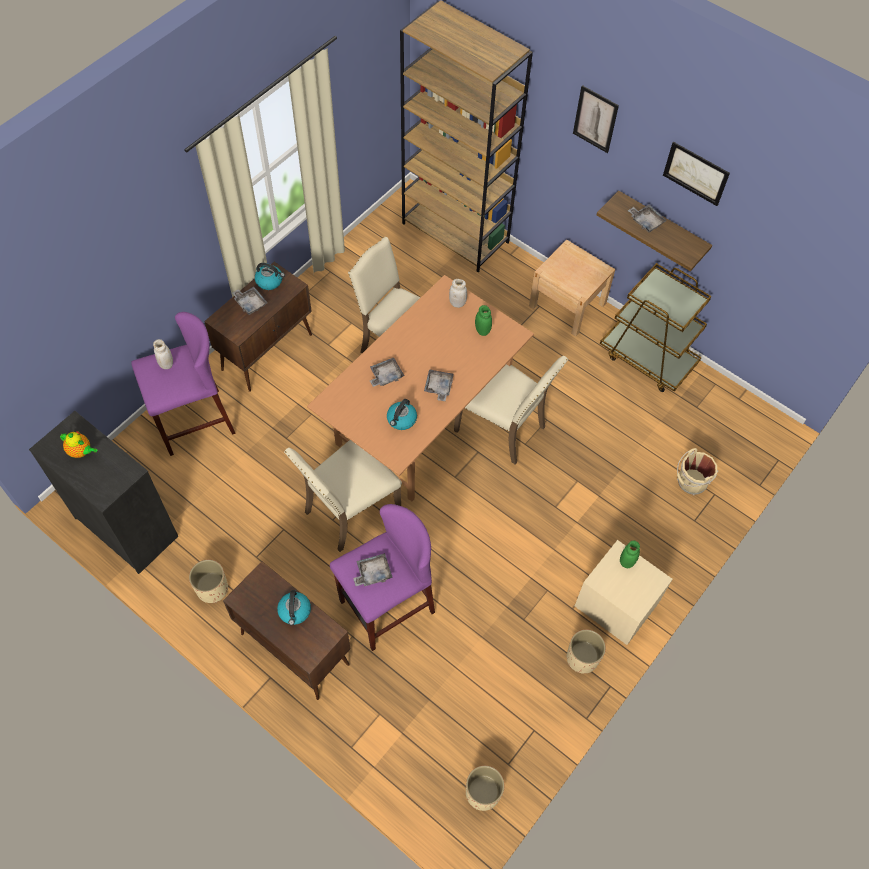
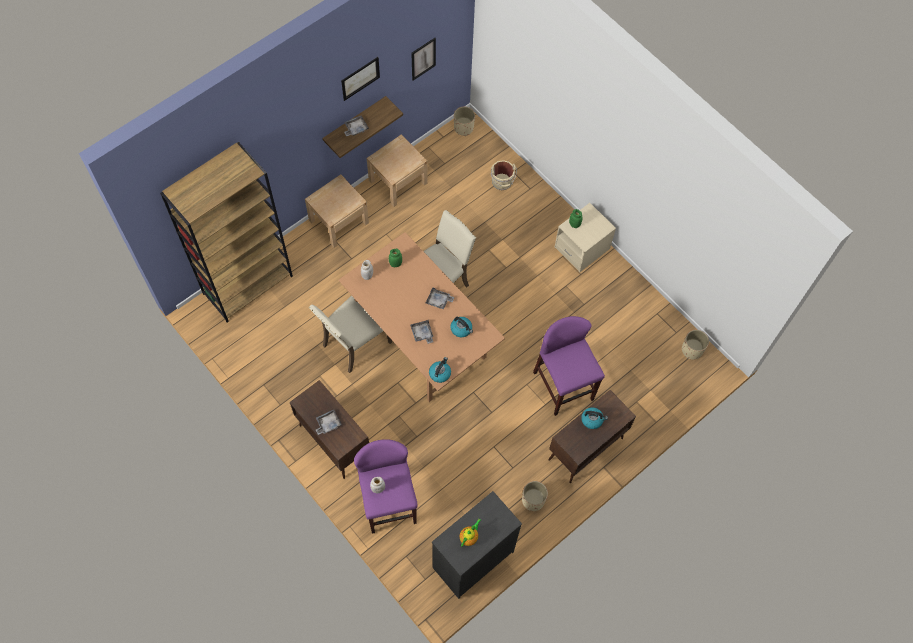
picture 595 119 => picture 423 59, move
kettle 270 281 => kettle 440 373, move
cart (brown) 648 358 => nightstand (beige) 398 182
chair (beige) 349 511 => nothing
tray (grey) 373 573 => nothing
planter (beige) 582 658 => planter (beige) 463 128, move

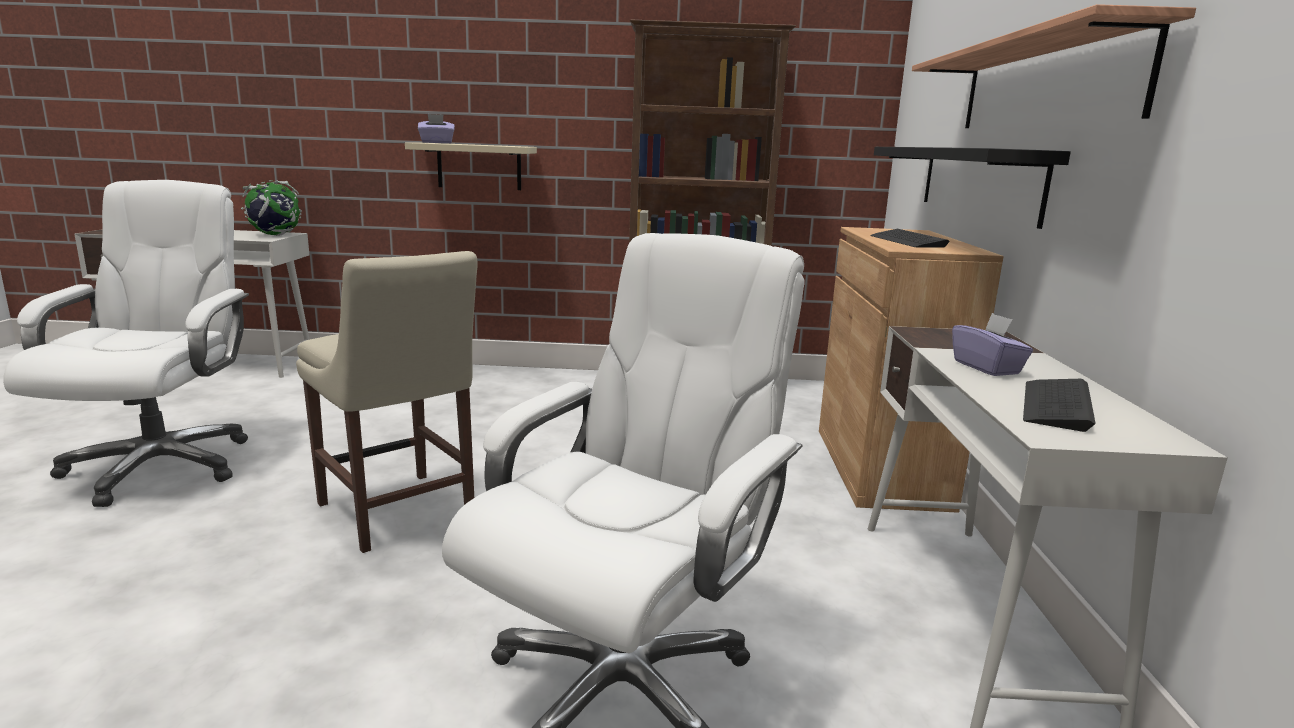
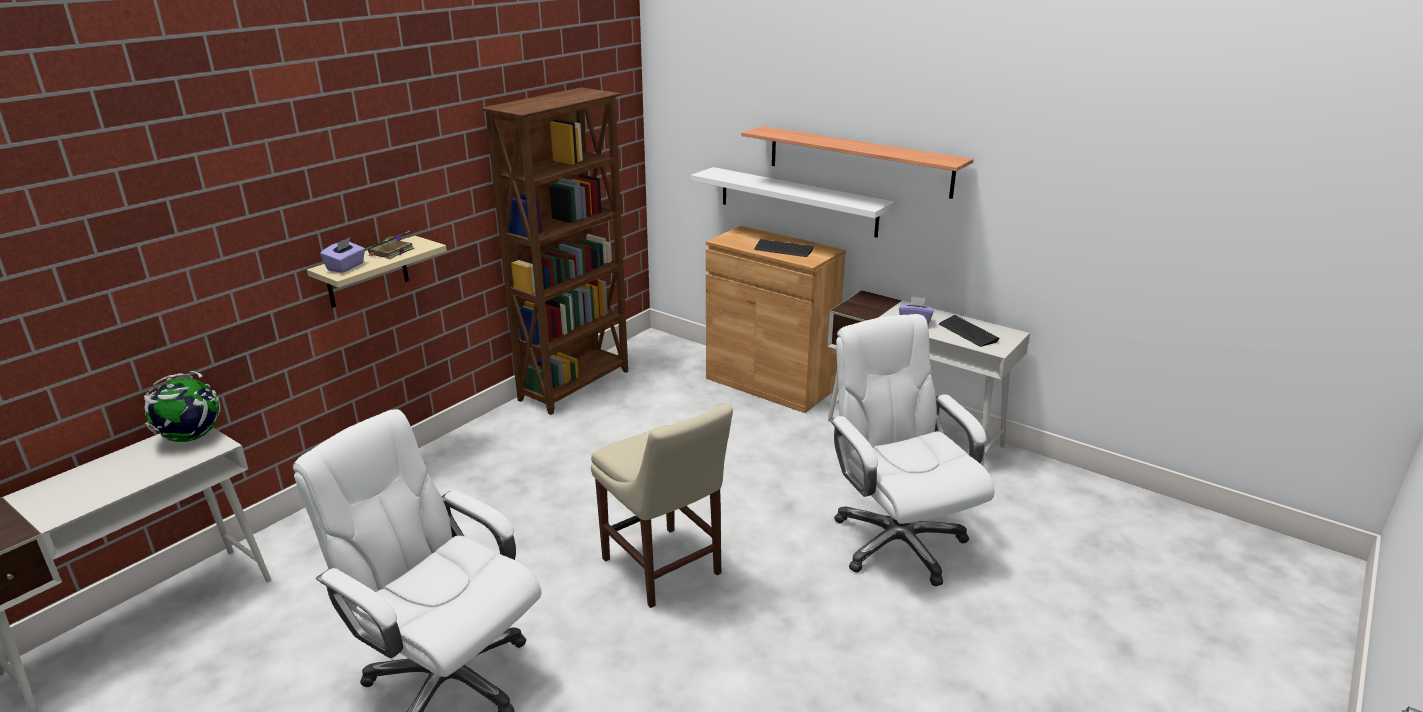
shelf (black) 977 181 => shelf (white) 797 201
chair (beige) 398 514 => chair (beige) 664 569, 60 degrees clockwise
nothing => book 390 252

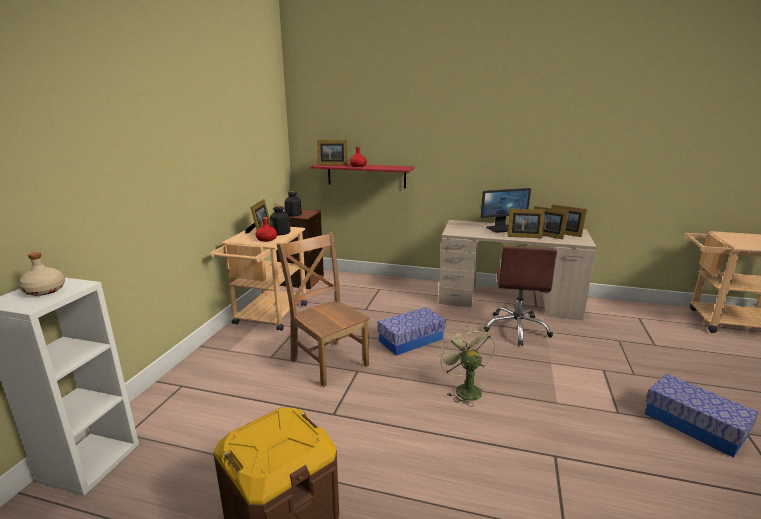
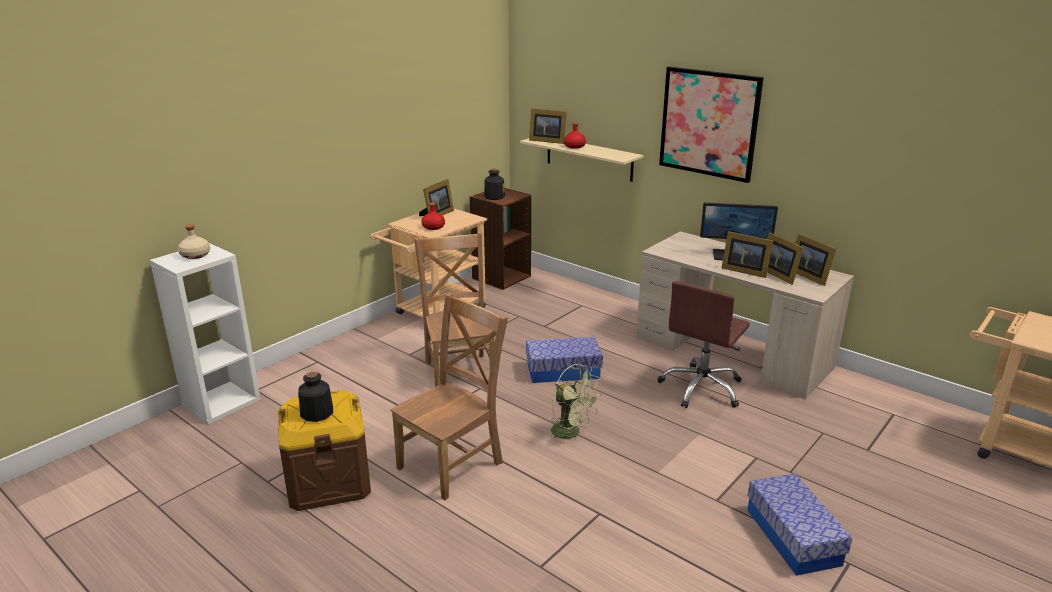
shelf (red) 366 175 => shelf (beige) 589 158
bottle 280 232 => bottle 317 413, move
fan (green) 464 389 => fan (green) 571 433, 120 degrees clockwise
nothing => picture 709 123
nothing => chair (brown) 453 463

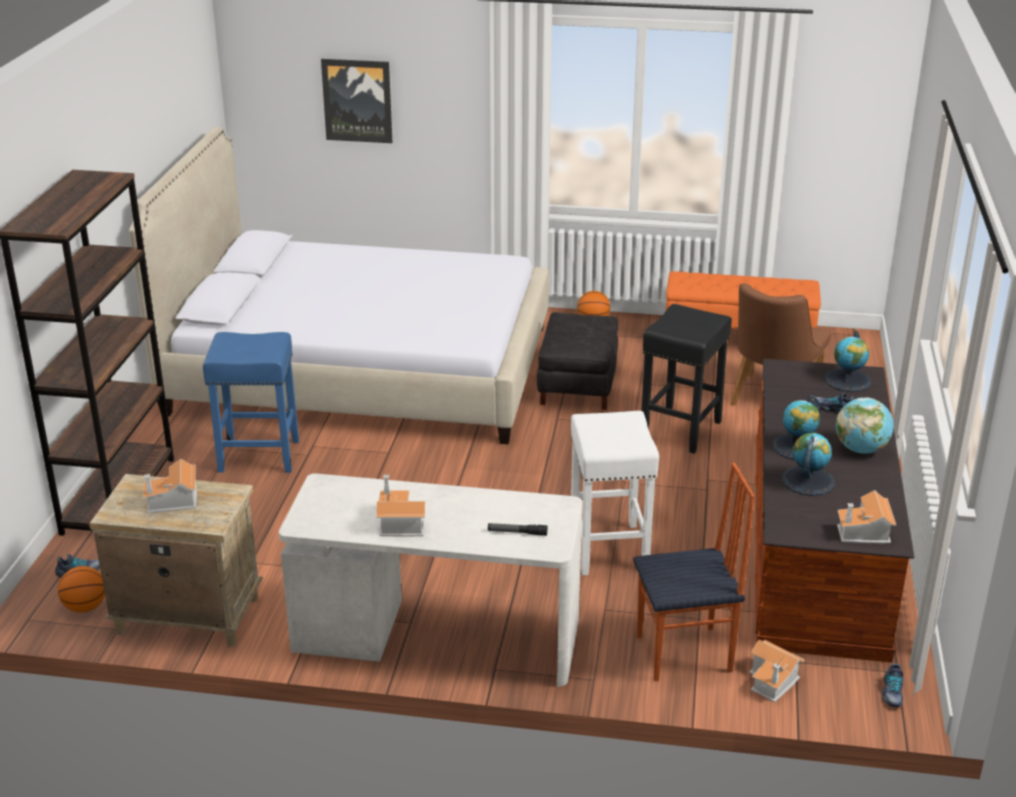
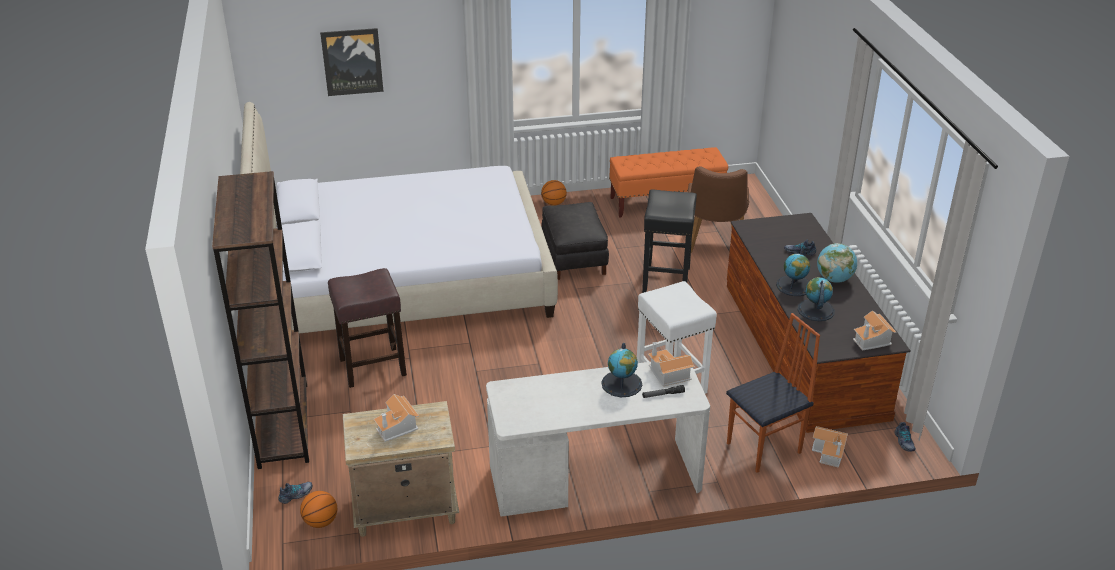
globe 848 380 => globe 622 384, move
stool (blue) 257 456 => stool (brown) 371 367
toy house 398 522 => toy house 667 373, move

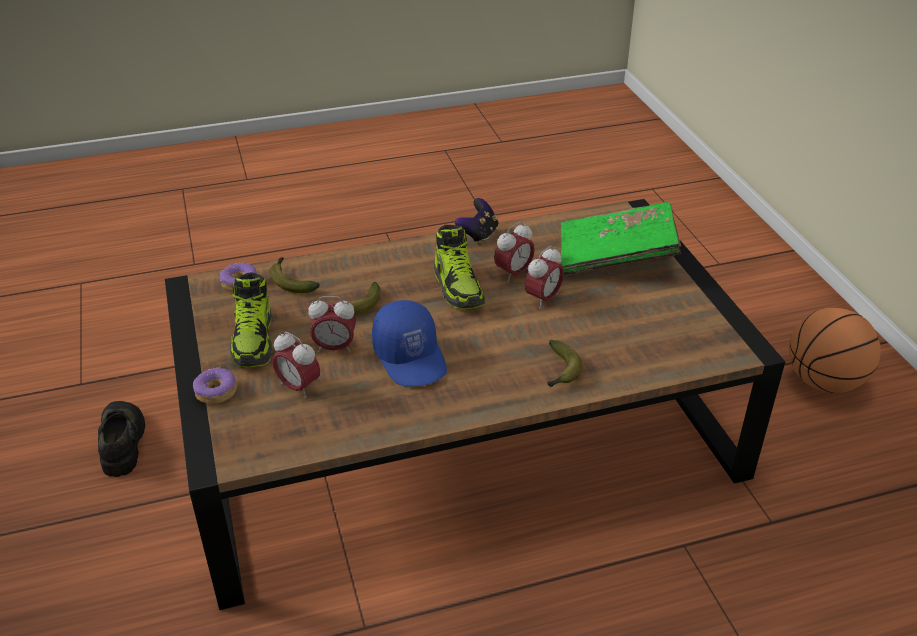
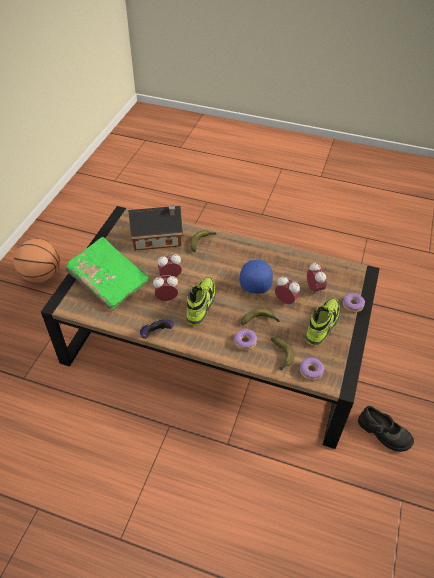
shoe (black) 123 442 => shoe (black) 383 433, 75 degrees counterclockwise
nothing => toy house 159 238
nothing => donut 245 342

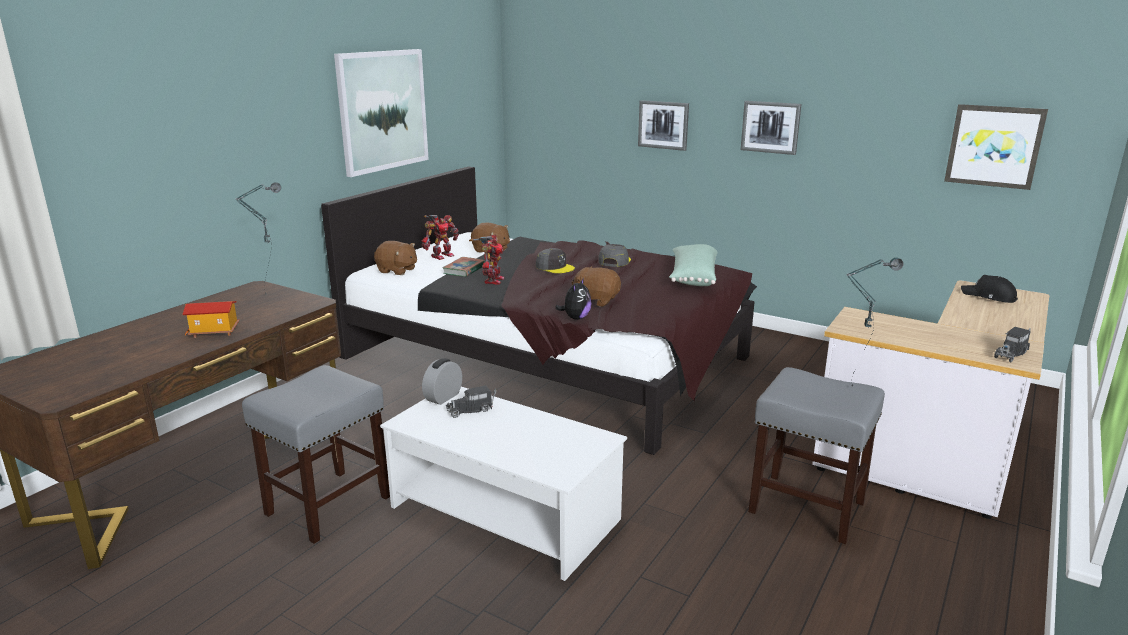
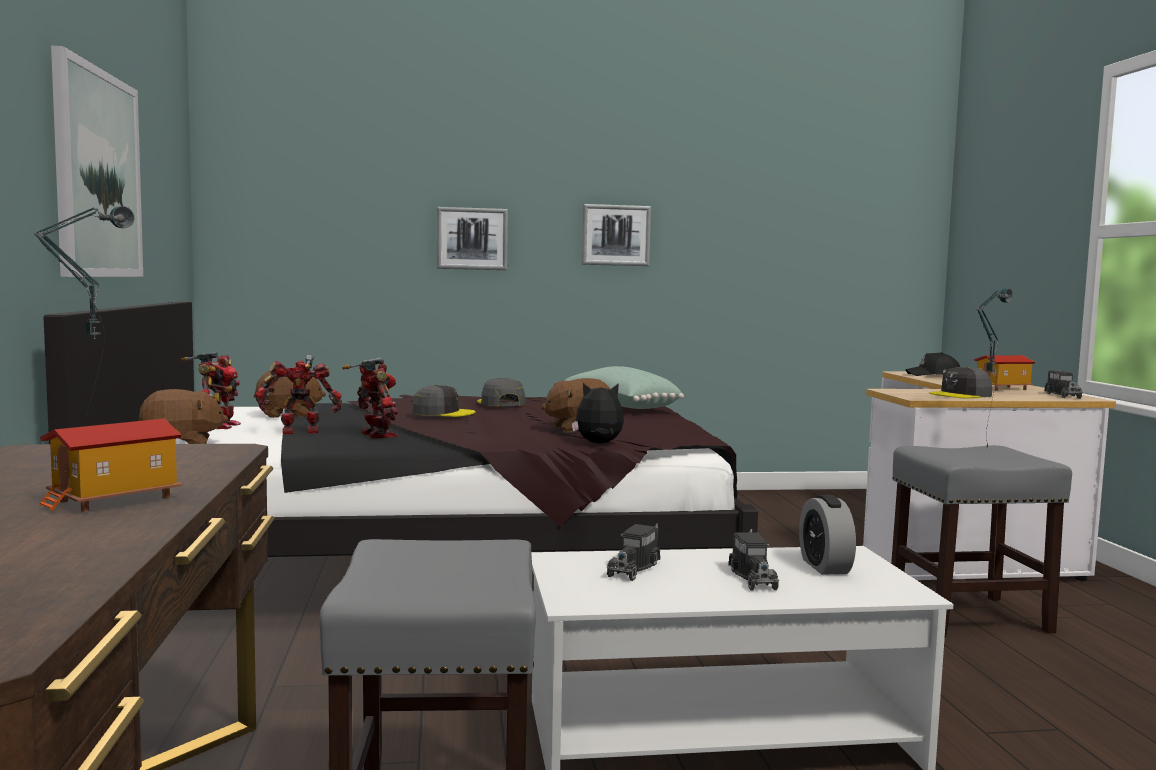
picture 994 146 => nothing
book 464 270 => toy robot 300 432
plush toy 575 318 => plush toy 599 444, 75 degrees counterclockwise
alarm clock 443 397 => alarm clock 825 566, move
nothing => toy house 1002 388
nothing => cap (grey) 961 395
nothing => toy truck 752 577

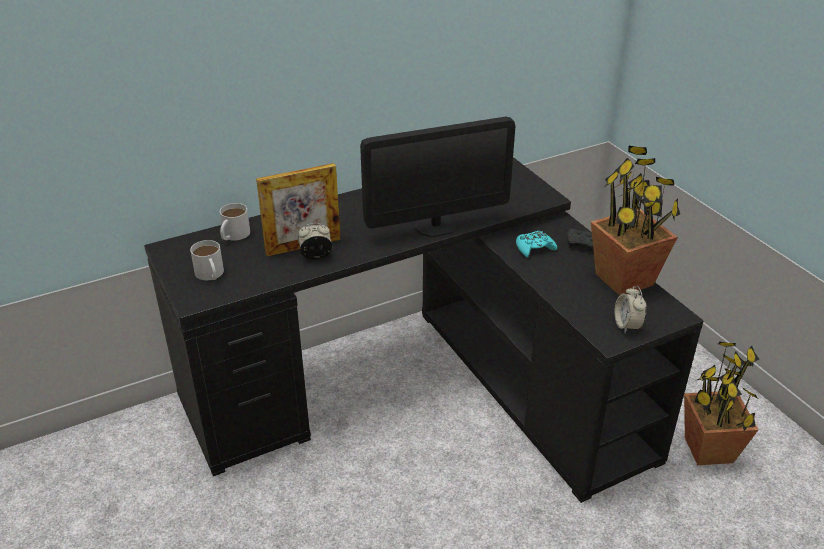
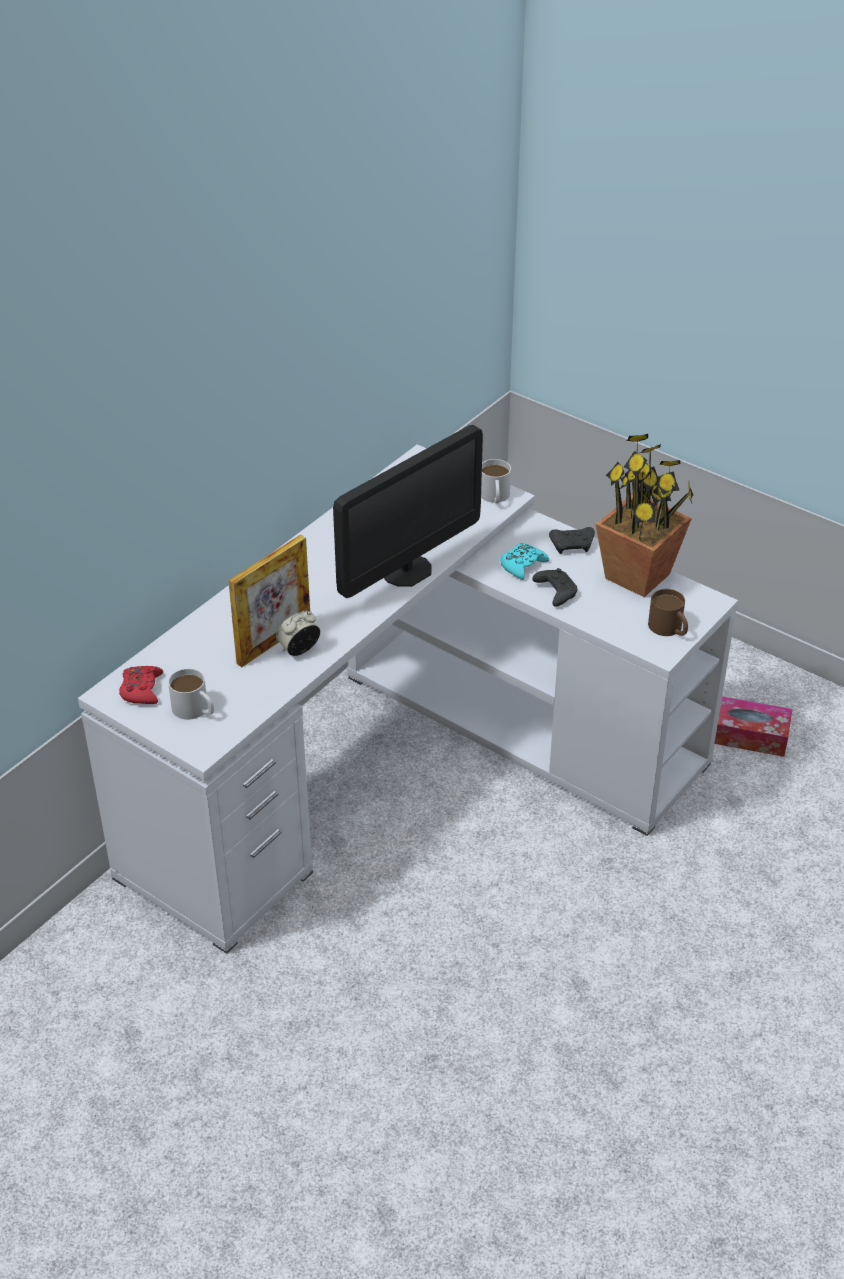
desk (black) 427 385 => desk (white) 408 763
mug (white) 233 236 => mug (white) 495 497, move
alarm clock 627 325 => mug (brown) 669 629
potted plant 709 450 => tissue box 746 735
nothing => game controller (black) 555 592
nothing => game controller (red) 141 690

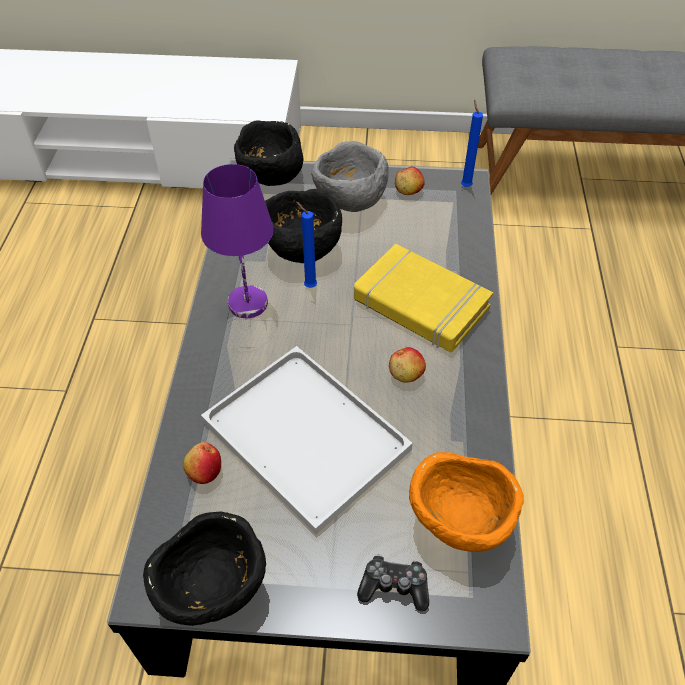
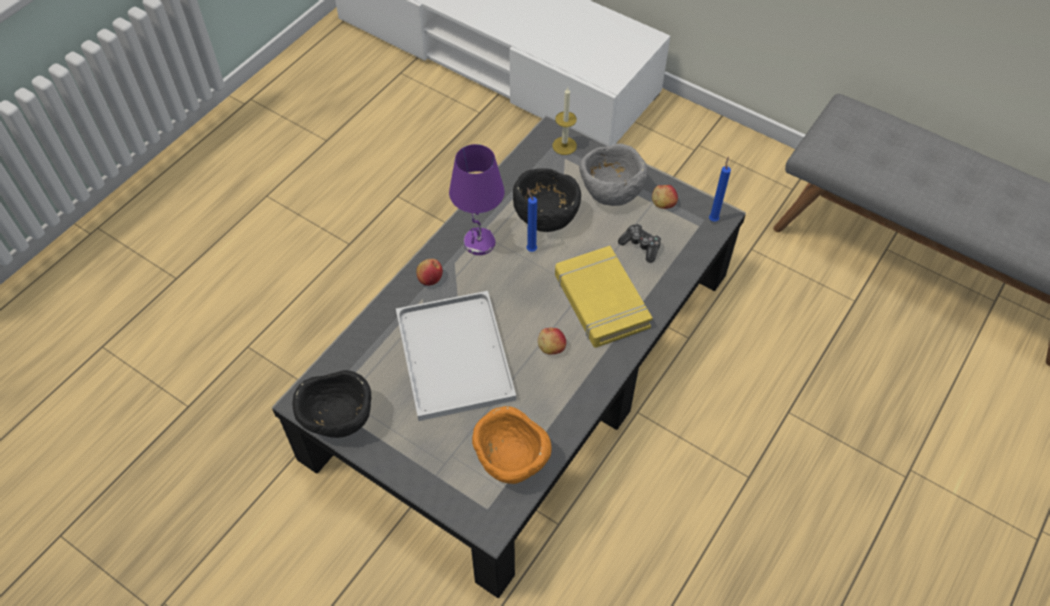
bowl (black) 271 178 => candle 564 146
apple 204 471 => apple 430 278, move
game controller 394 586 => game controller 641 246, move

